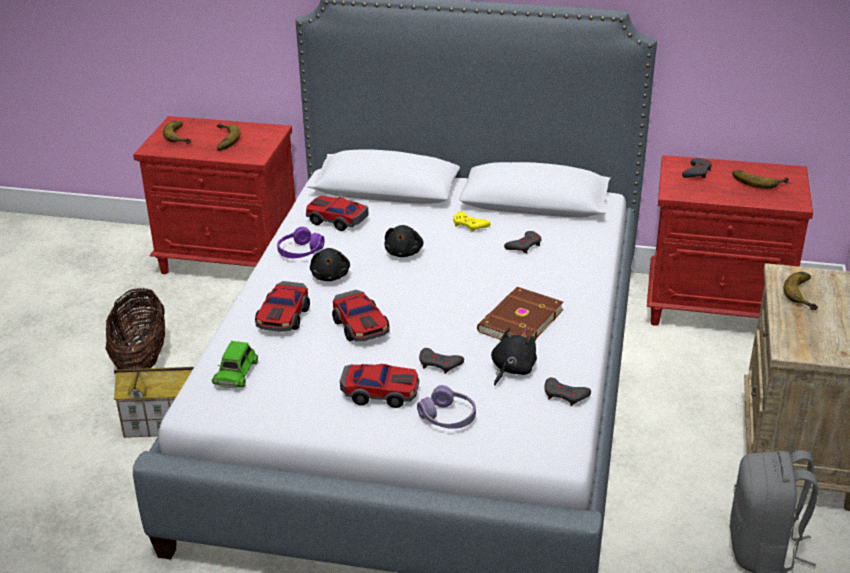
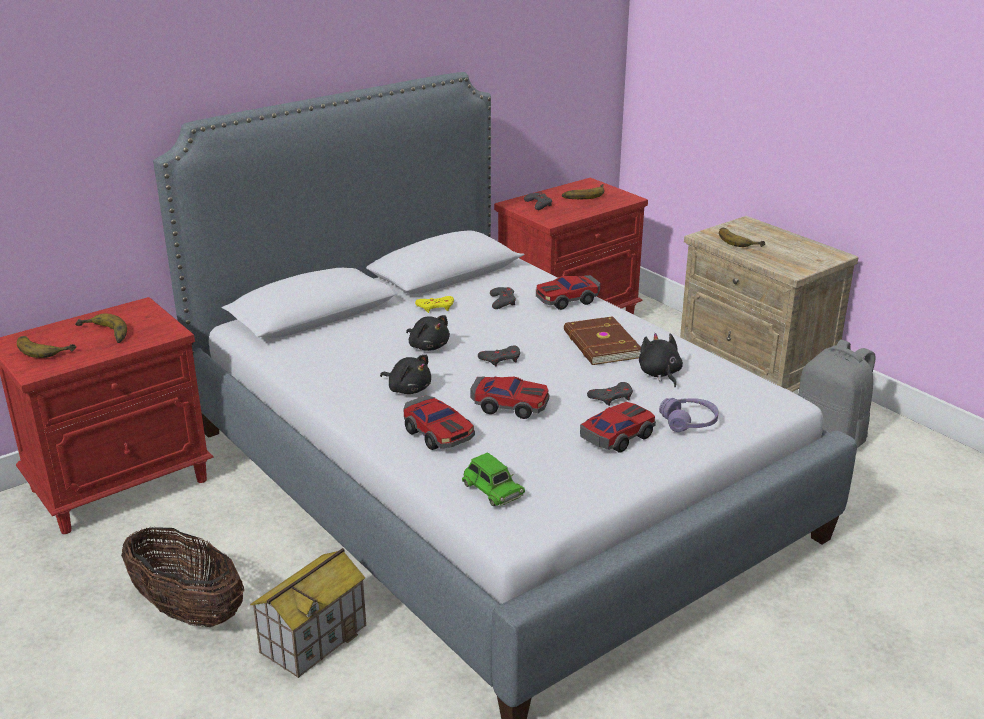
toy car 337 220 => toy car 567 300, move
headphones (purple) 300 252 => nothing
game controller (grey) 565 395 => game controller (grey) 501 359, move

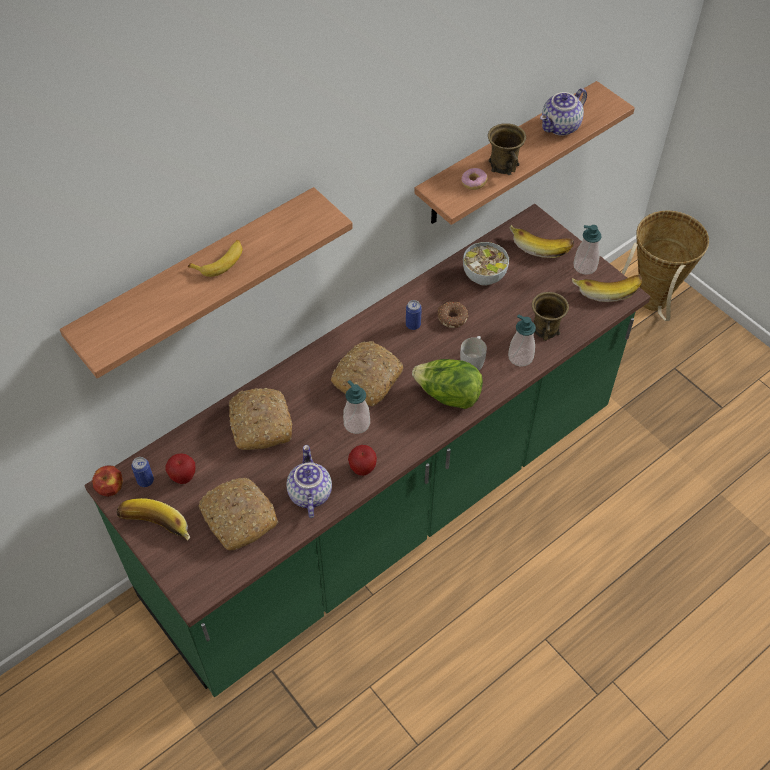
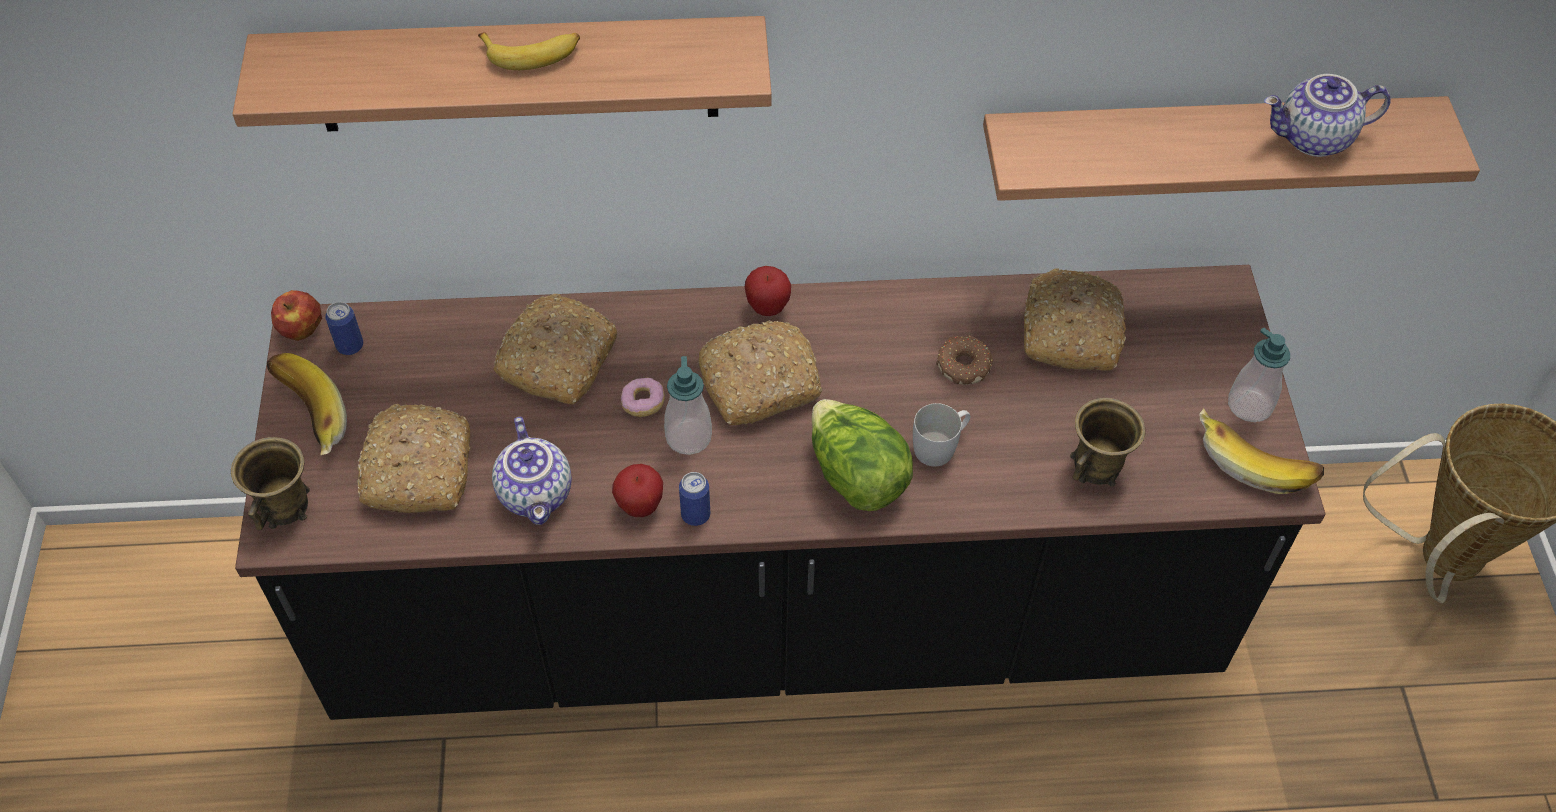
mug (brown) 504 165 => mug (brown) 285 505, move
donut 473 183 => donut 643 403, move
counter (green) 385 504 => counter (black) 775 611
banana 540 245 => nothing
bowl 484 275 => bread 1069 330
can 413 325 => can 695 515, move
soap dispenser 520 357 => nothing
teapot 309 493 => teapot 537 494, 135 degrees clockwise
apple 183 477 => apple 767 307, move

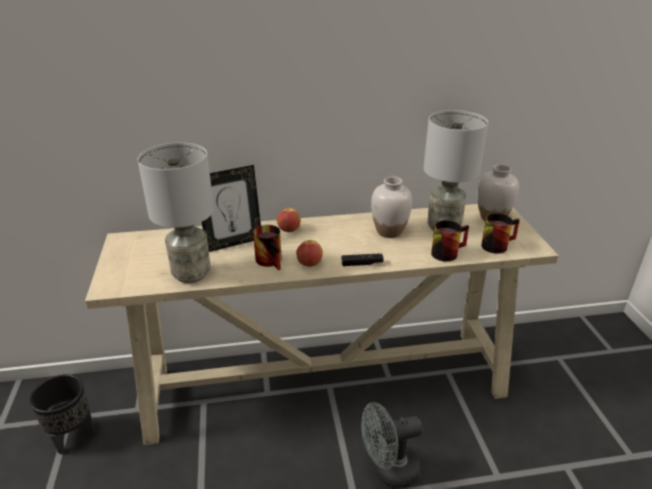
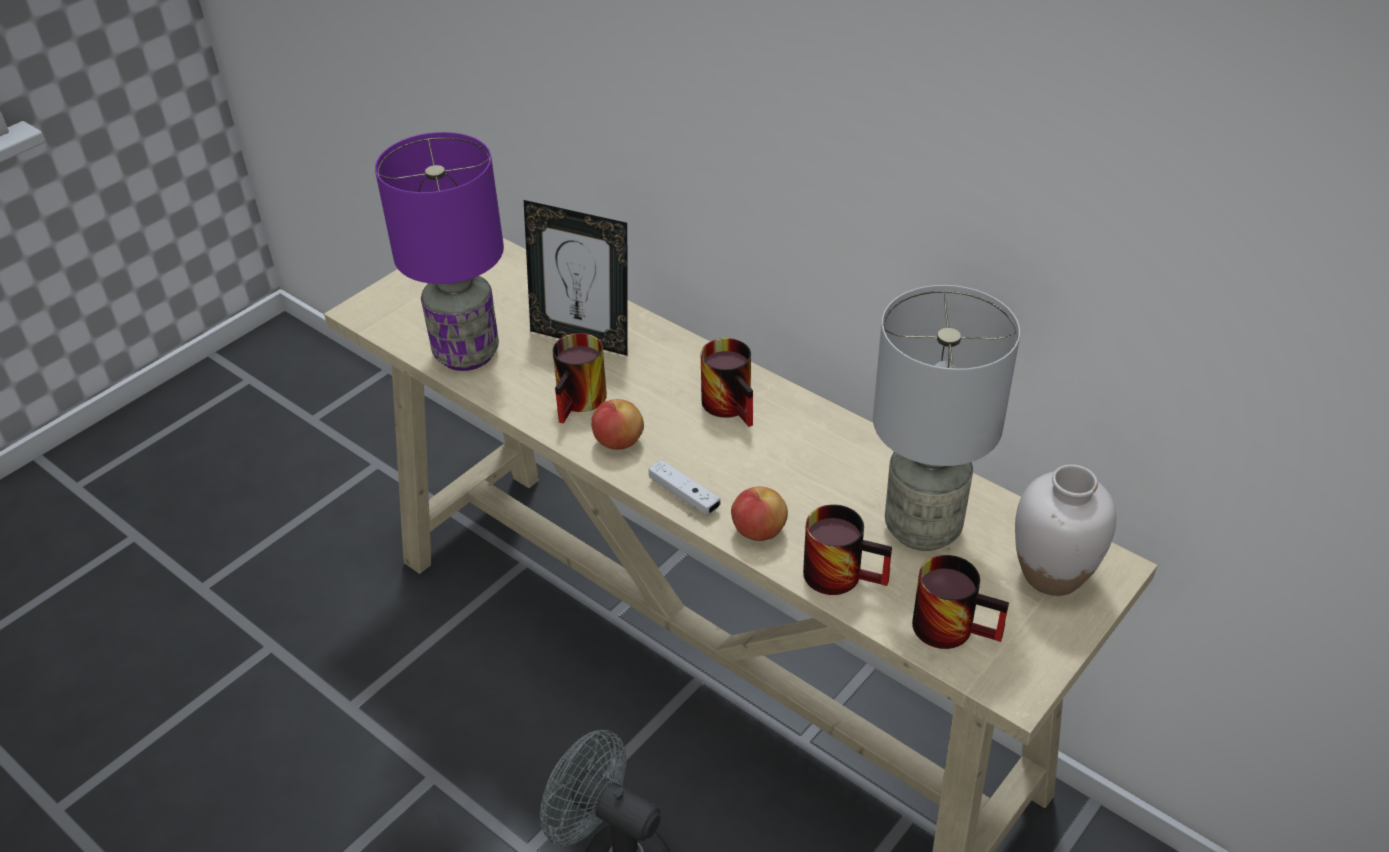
table lamp (grey) 190 274 => table lamp (purple) 465 353
vase (white) 389 231 => nothing
apple 289 230 => apple 758 531, move
game controller (black) 362 264 => game controller (white) 684 495
planter (black) 72 436 => nothing
nothing => mug 734 405

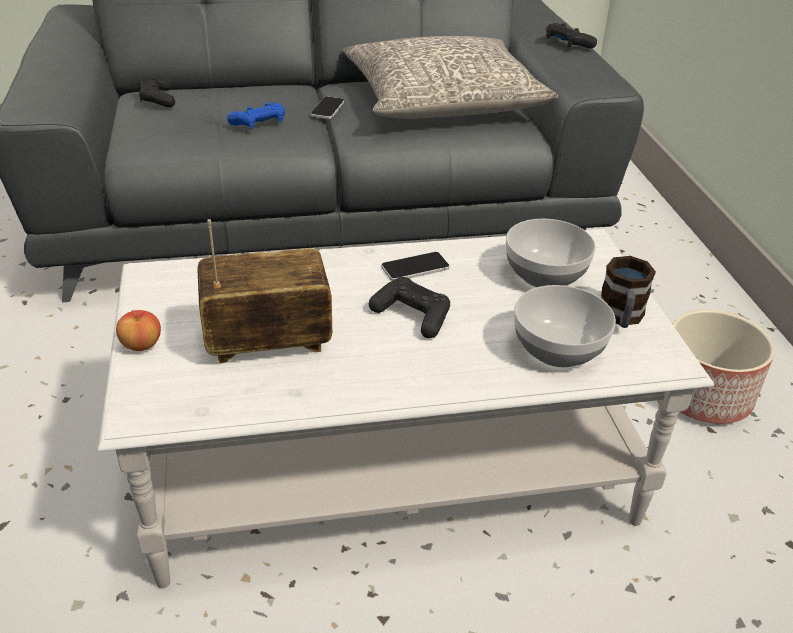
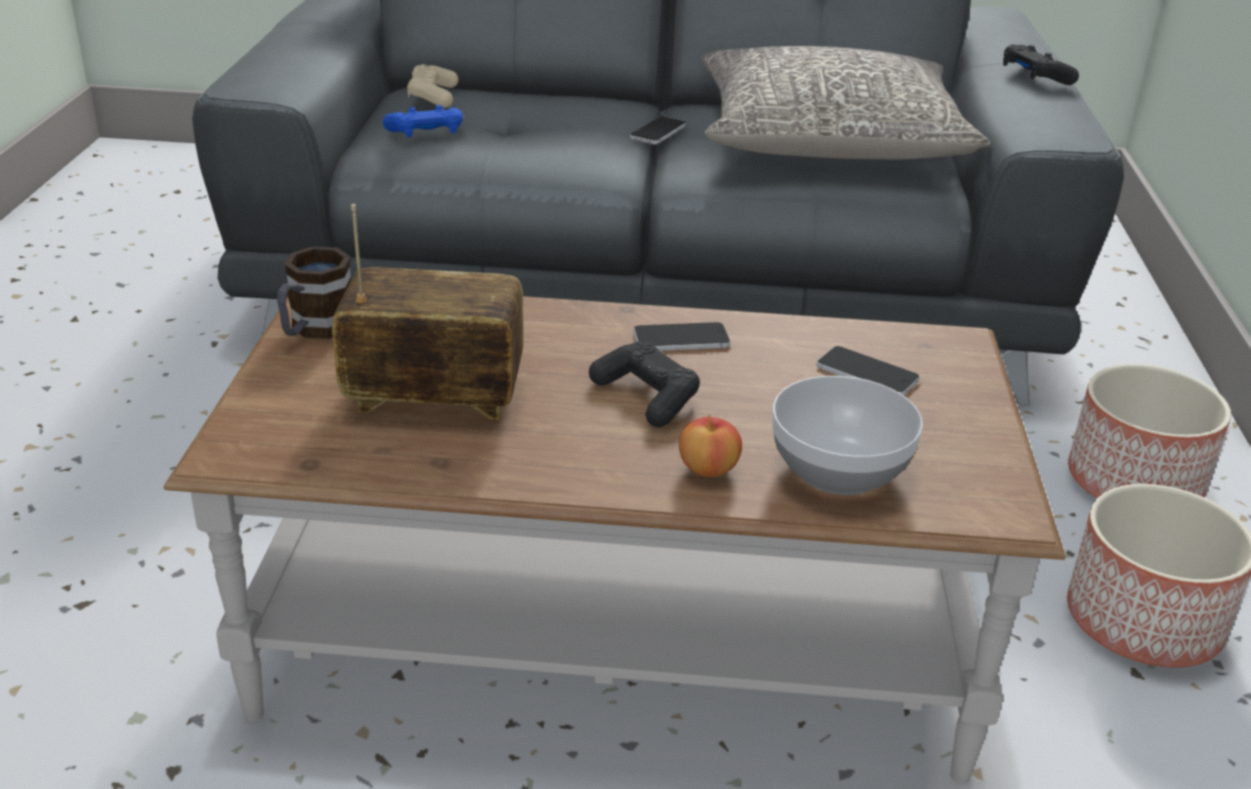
game controller (black) 157 99 => game controller (beige) 433 96
game controller (blue) 259 123 => game controller (blue) 426 133, move
bowl 544 274 => phone 867 373
coffee table (white) 390 471 => coffee table (brown) 615 636
mug 621 318 => mug 315 329, move
apple 141 345 => apple 708 469, move
nothing => planter 1132 482

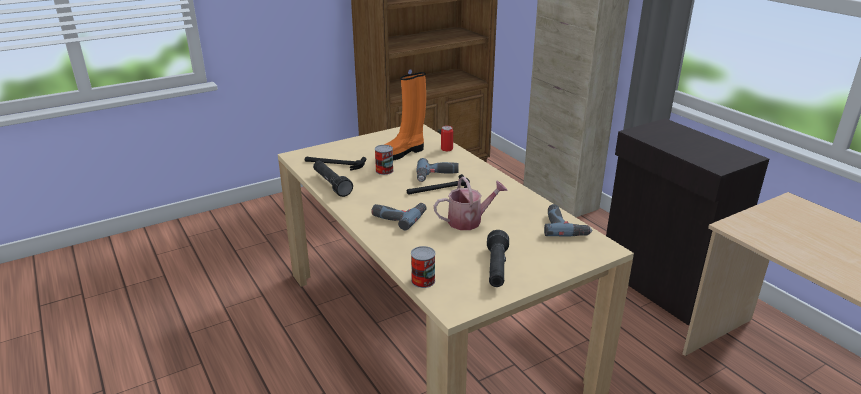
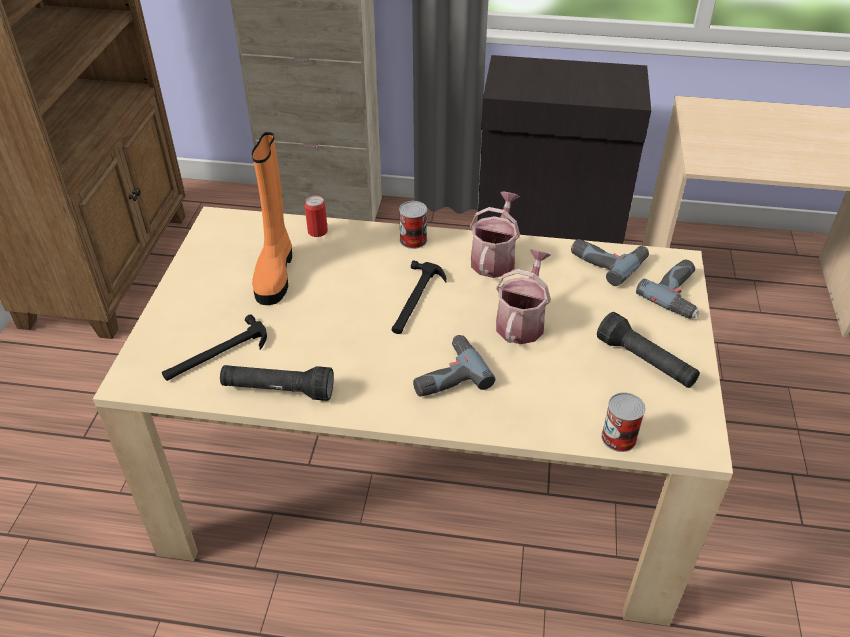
can 384 171 => can 413 240, move
power drill 437 176 => power drill 679 294, move
nothing => watering can 494 258

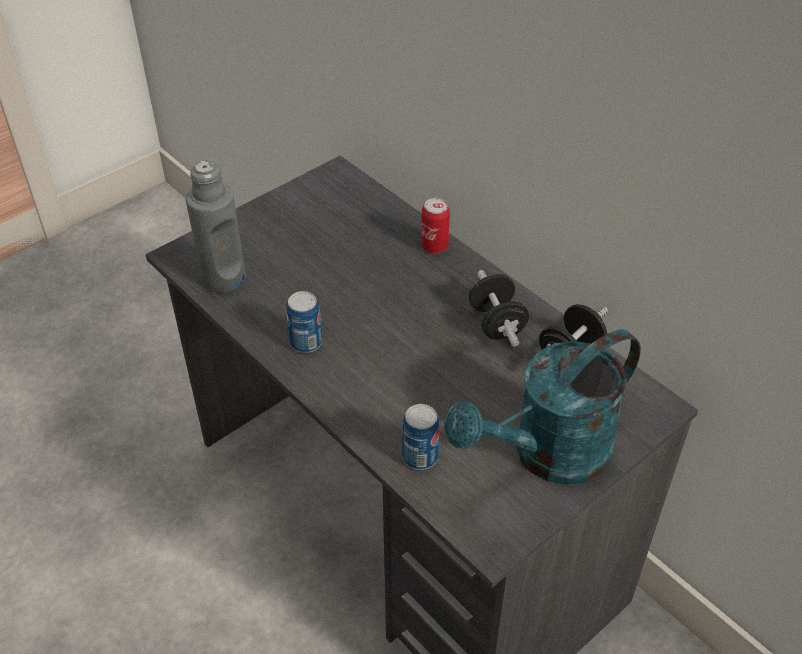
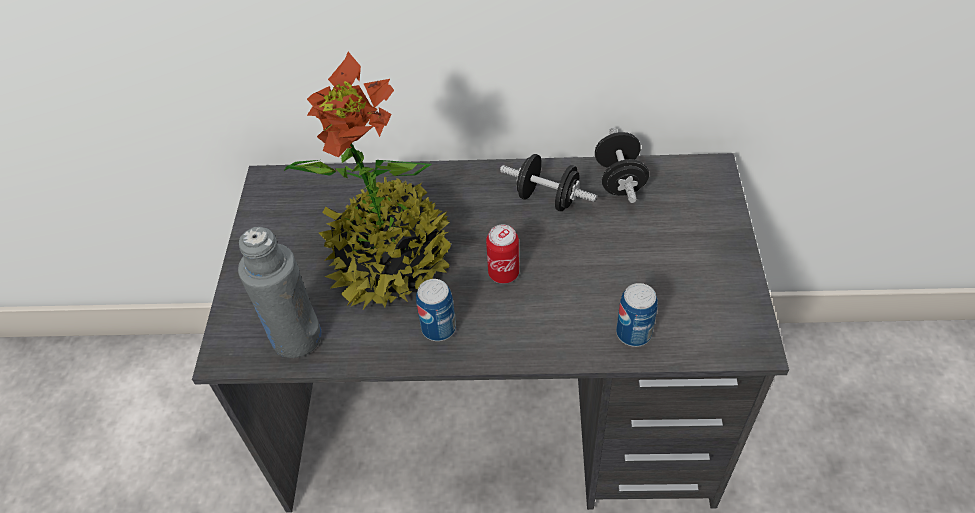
can 434 246 => can 503 273, move
watering can (turquoise) 547 455 => nothing
nothing => potted plant 391 261

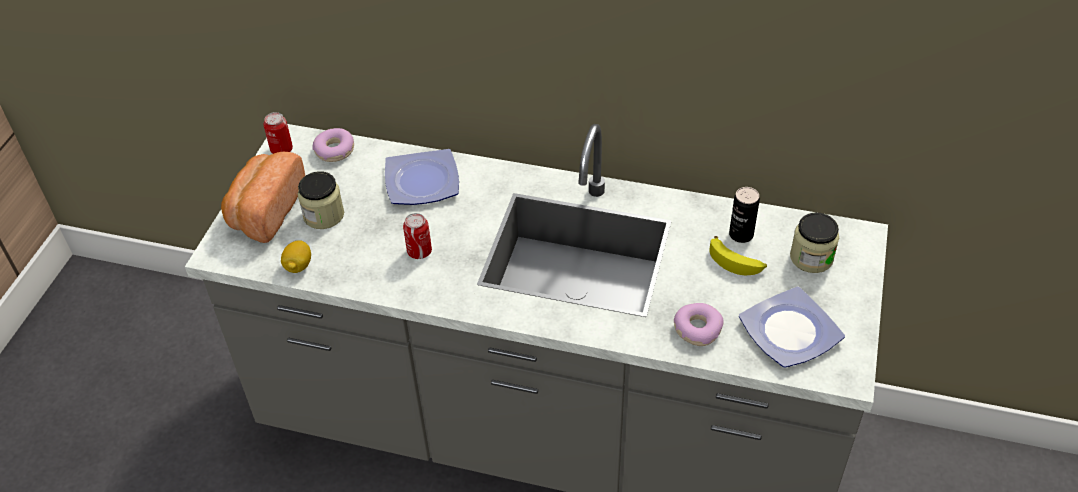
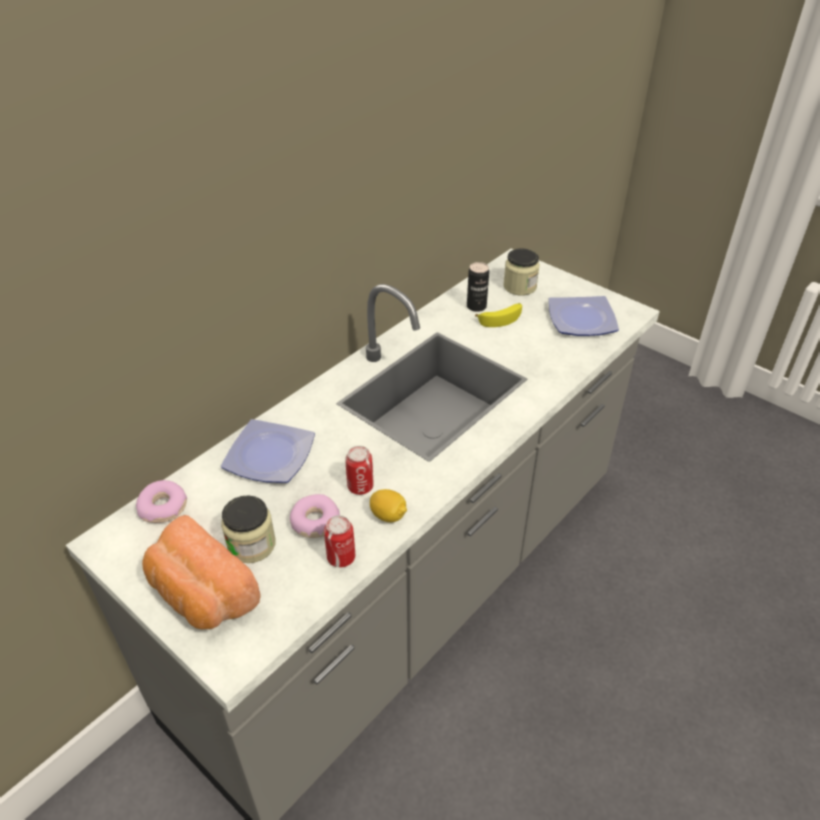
can 281 149 => can 341 557, move
lemon 298 266 => lemon 388 515, move
donut 697 329 => donut 315 522, move

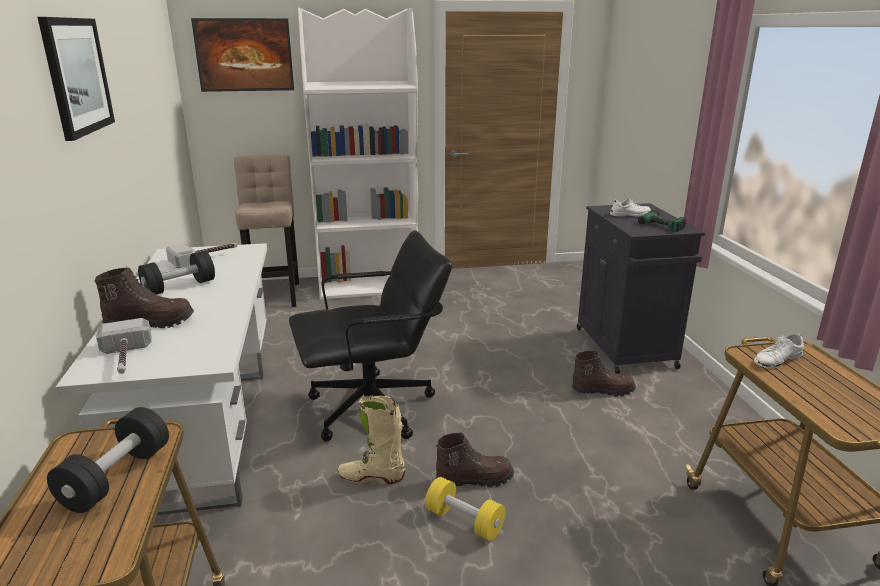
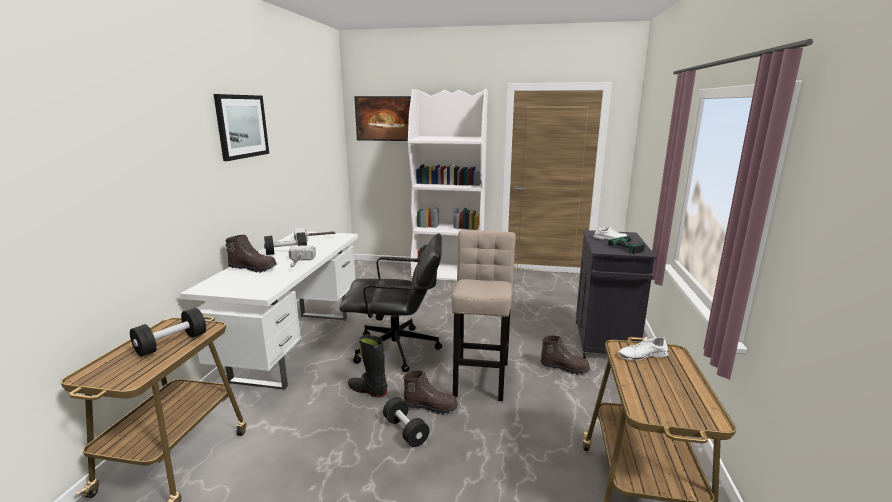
stool (beige) 274 294 => stool (beige) 481 376, move
hammer 125 359 => hammer 298 263, move
boot (beige) 372 477 => boot (black) 368 390
dumbbell (yellow) 464 521 => dumbbell (black) 405 431

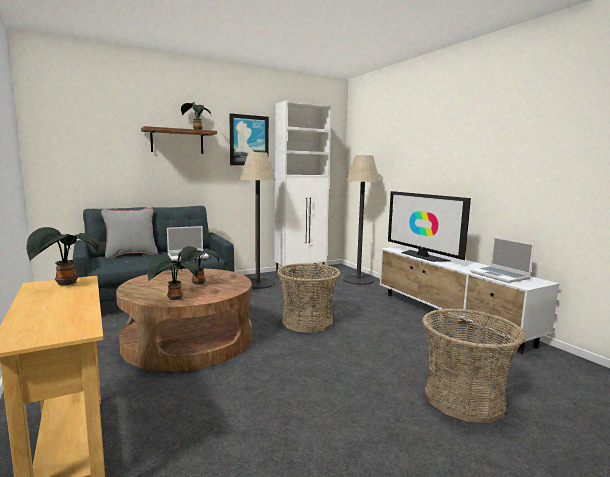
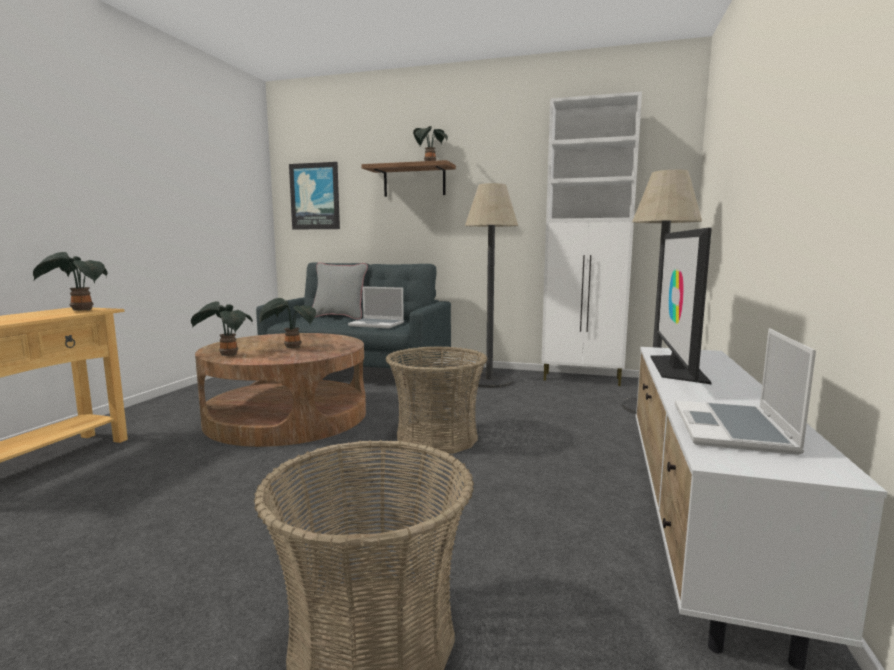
picture 249 140 => picture 315 196, move

